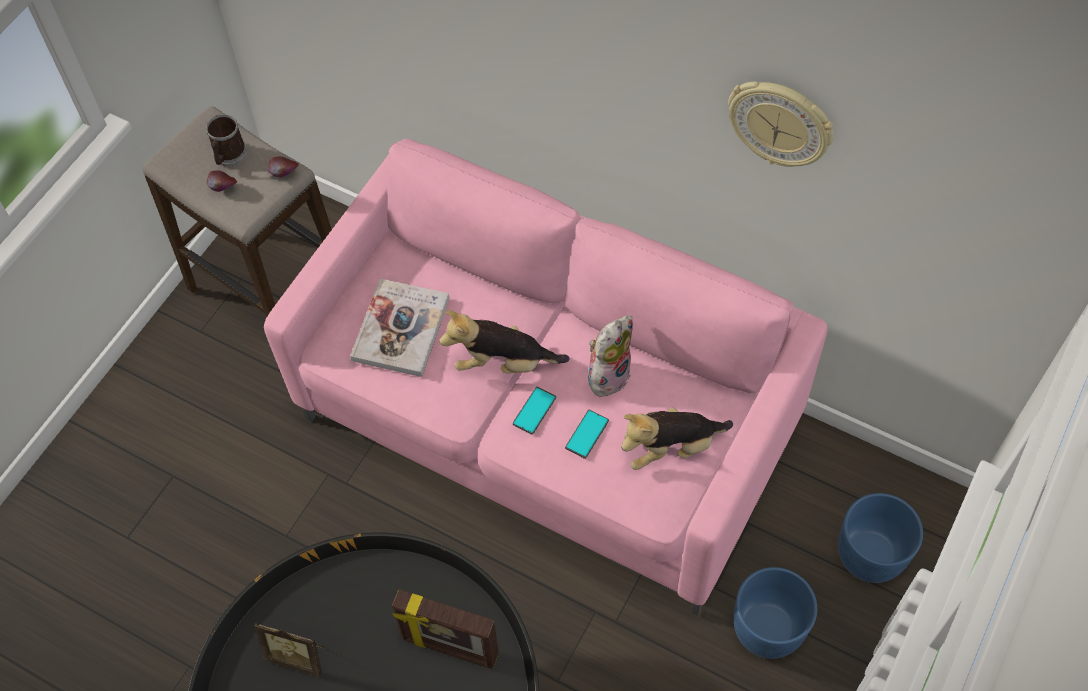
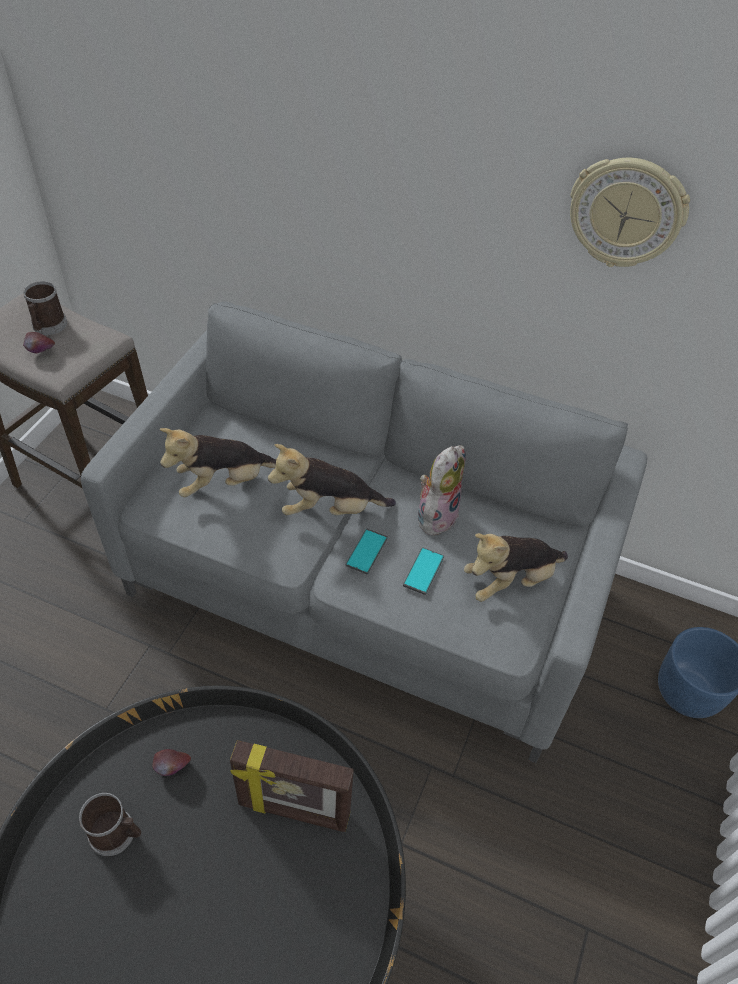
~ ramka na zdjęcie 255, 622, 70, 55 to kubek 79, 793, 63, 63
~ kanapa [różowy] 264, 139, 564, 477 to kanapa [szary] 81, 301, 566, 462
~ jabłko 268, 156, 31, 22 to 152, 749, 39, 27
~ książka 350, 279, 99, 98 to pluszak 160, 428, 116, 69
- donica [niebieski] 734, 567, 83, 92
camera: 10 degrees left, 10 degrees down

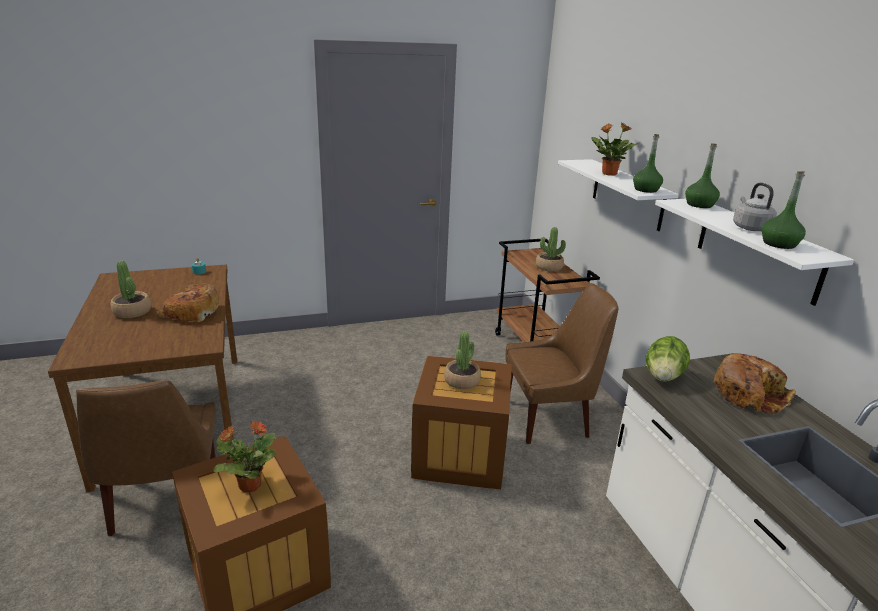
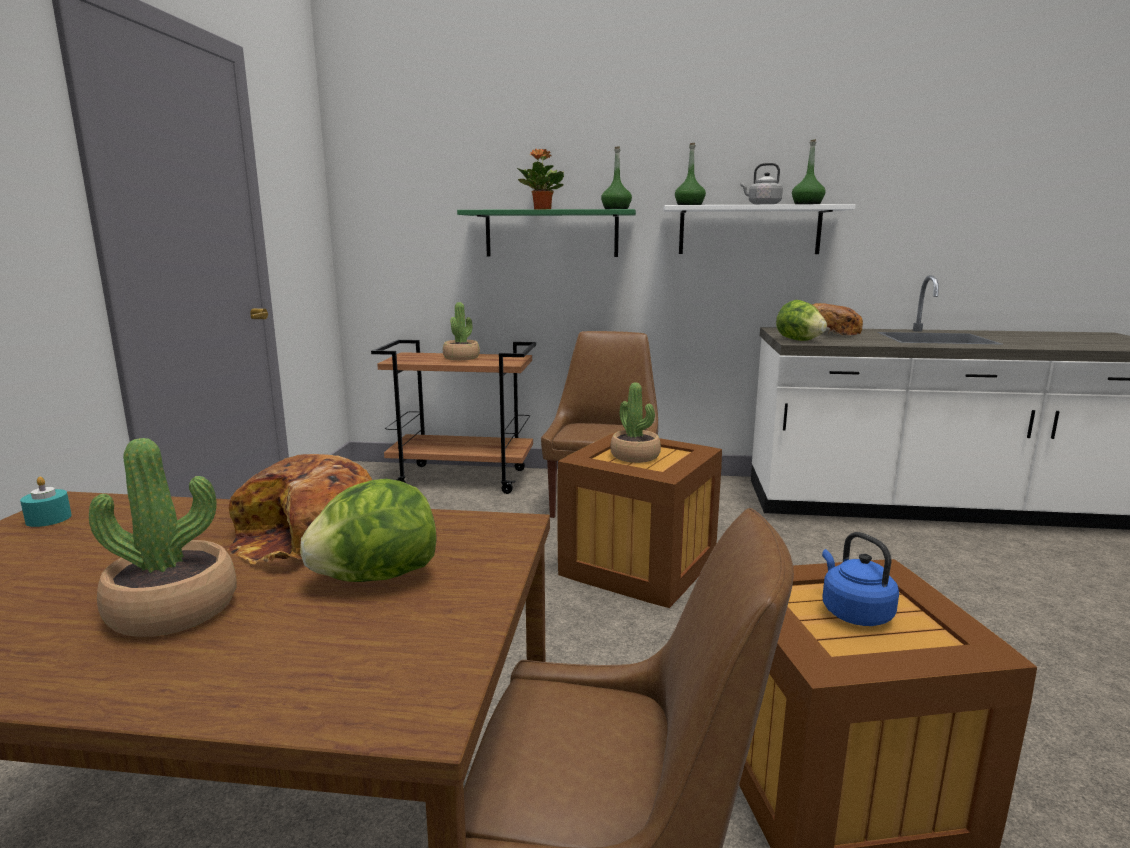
+ sałata 300, 479, 136, 103
~ półka [biały] 558, 159, 121, 72 to półka [zielony] 457, 209, 179, 48
~ roślina doniczkowa 213, 421, 63, 72 to czajnik [niebieski] 822, 532, 77, 94
camera: 65 degrees left, 10 degrees down

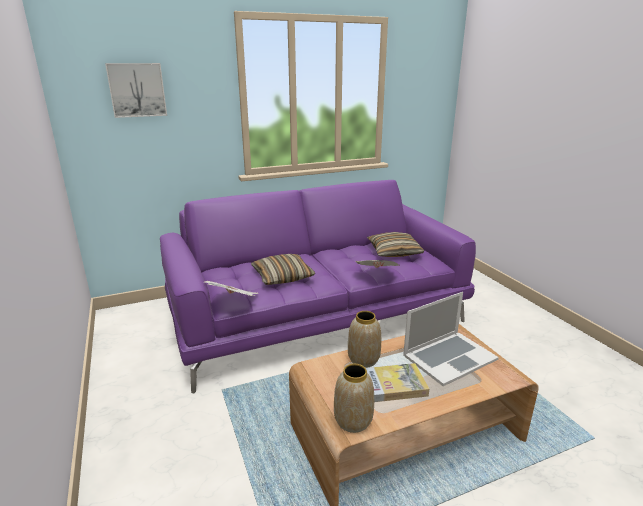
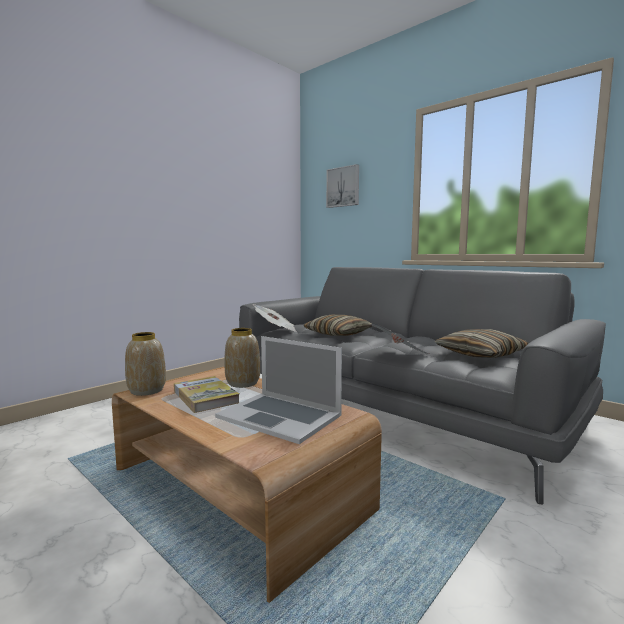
~ kanapa [fioletowy] 160, 180, 316, 213 to kanapa [szary] 239, 267, 367, 237
camera: 65 degrees right, 15 degrees down

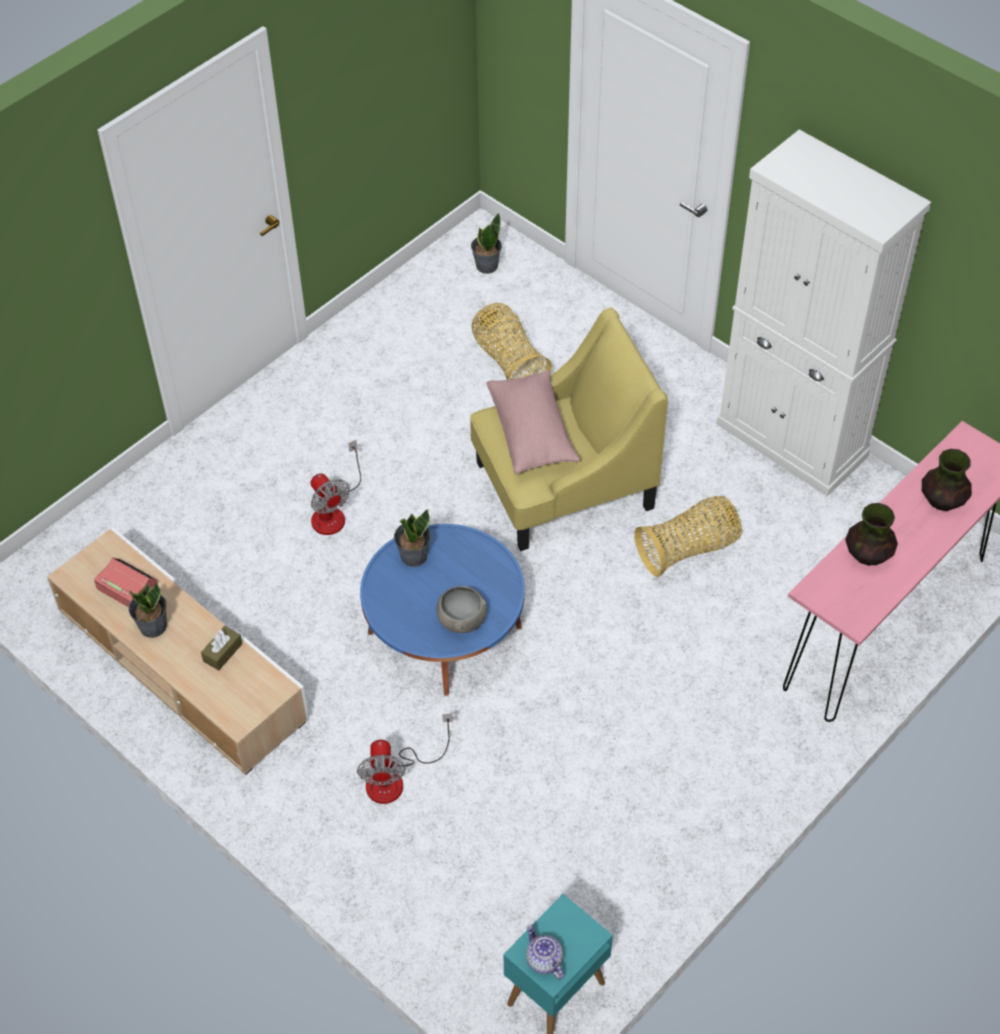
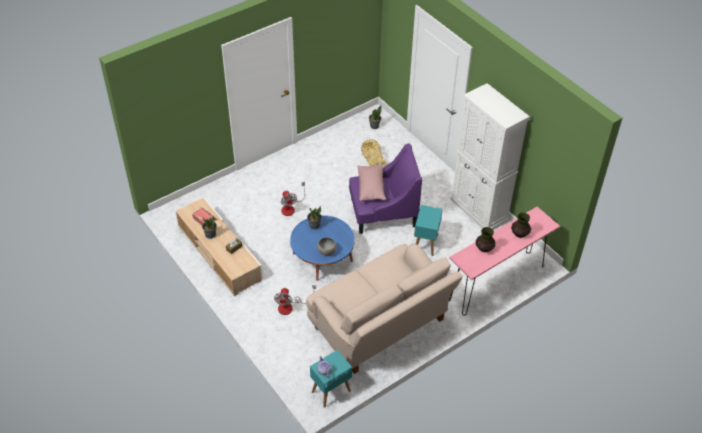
+ kanapa [beżowy] 306, 243, 157, 131
~ fotel [żółty] 470, 308, 198, 243 to fotel [fioletowy] 349, 143, 73, 91
~ koszyk 634, 496, 108, 81 to stolik [turkusowy] 414, 205, 28, 51
camera: 10 degrees right, 5 degrees down

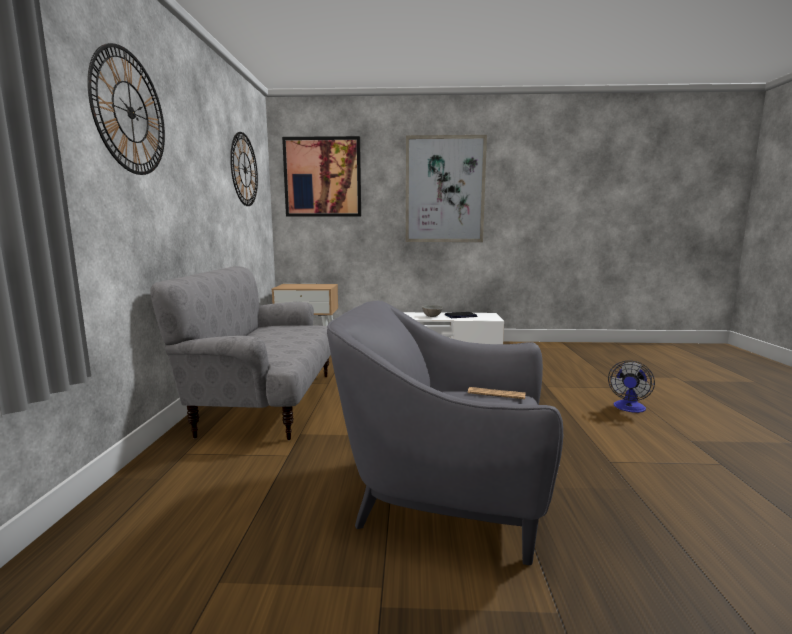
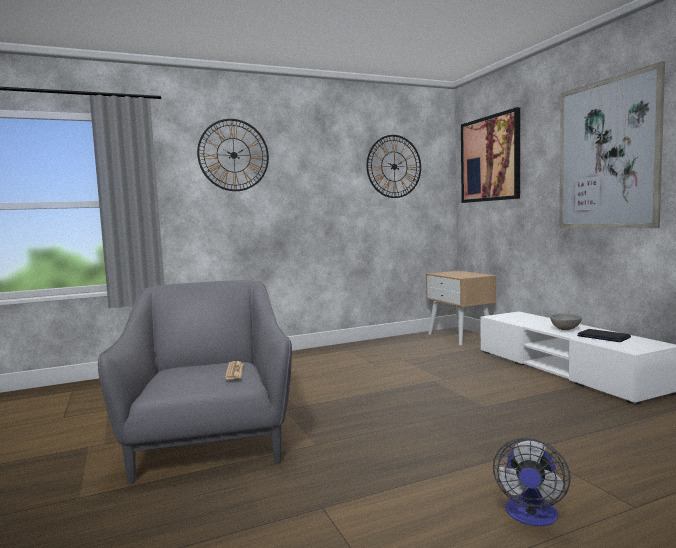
~ wentylator 608, 360, 47, 53 = 493, 438, 78, 89 75 degrees counterclockwise
- kanapa [szary] 150, 266, 181, 174
camera: 65 degrees right, 5 degrees down

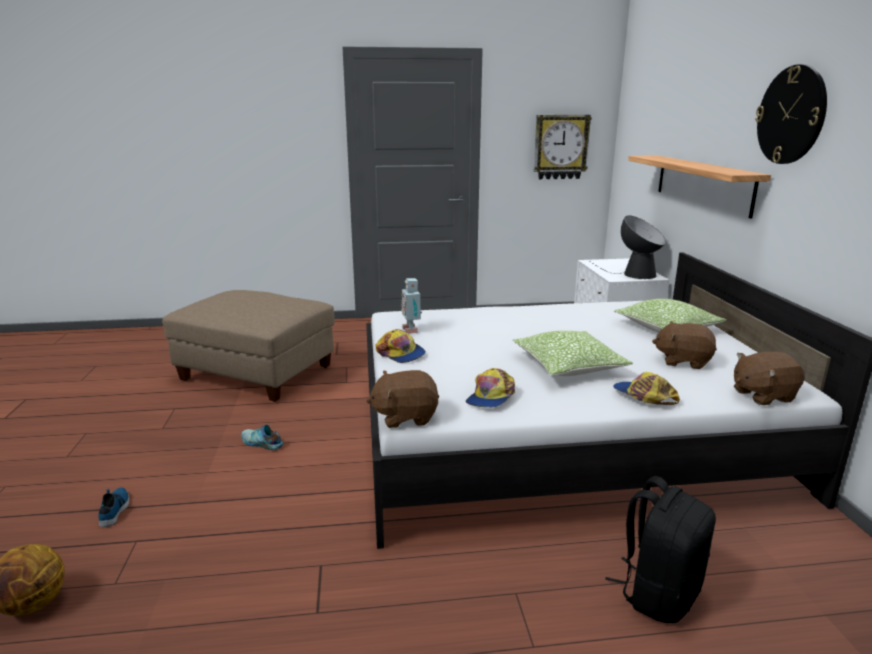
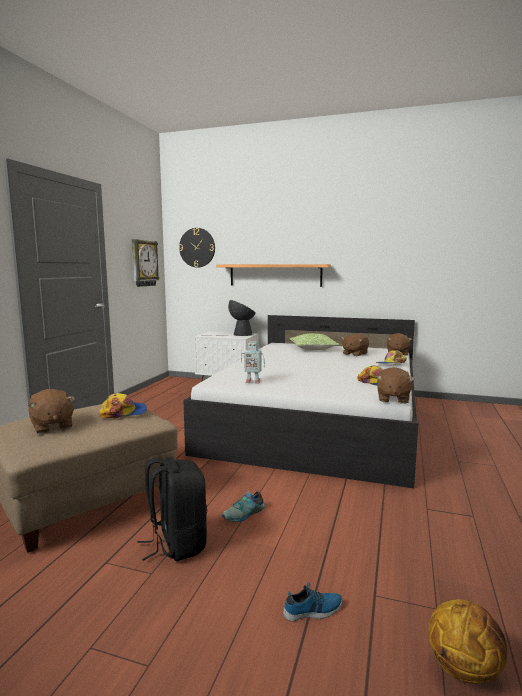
+ pluszak [brązowy] 28, 389, 47, 45
~ czapka z daszkiem 375, 329, 51, 34 to 99, 393, 48, 25
~ plecak [czarny] 605, 476, 111, 147 to 137, 457, 70, 104
~ zegar ścienny 755, 64, 72, 100 to 179, 228, 36, 40
~ but 99, 487, 31, 40 = 283, 582, 59, 39 150 degrees clockwise
- poduszka 513, 331, 120, 45
camera: 65 degrees left, 10 degrees down

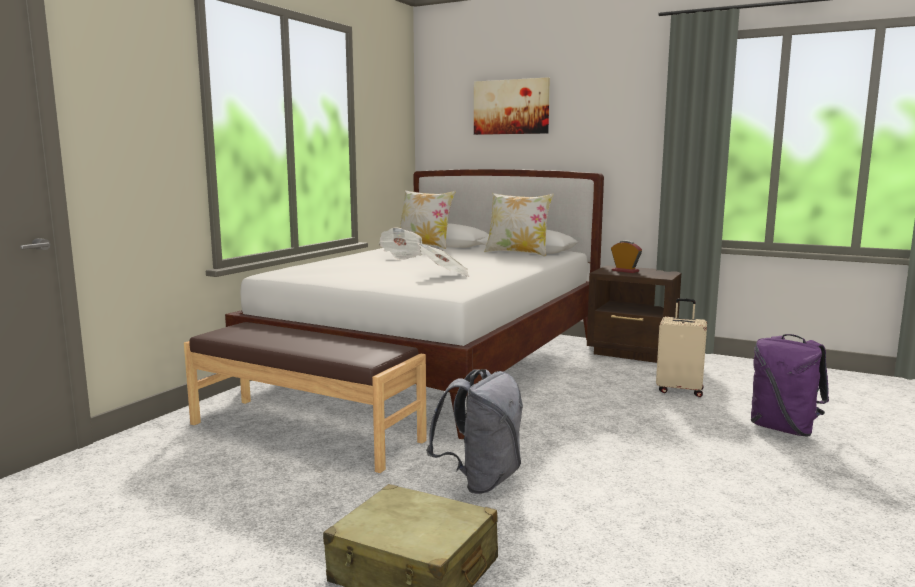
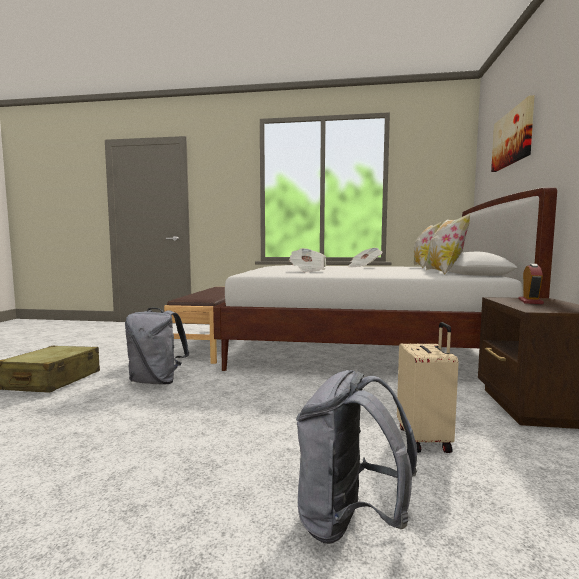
~ plecak [fioletowy] 751, 334, 78, 103 to plecak [szary] 296, 370, 121, 174
camera: 70 degrees right, 5 degrees down

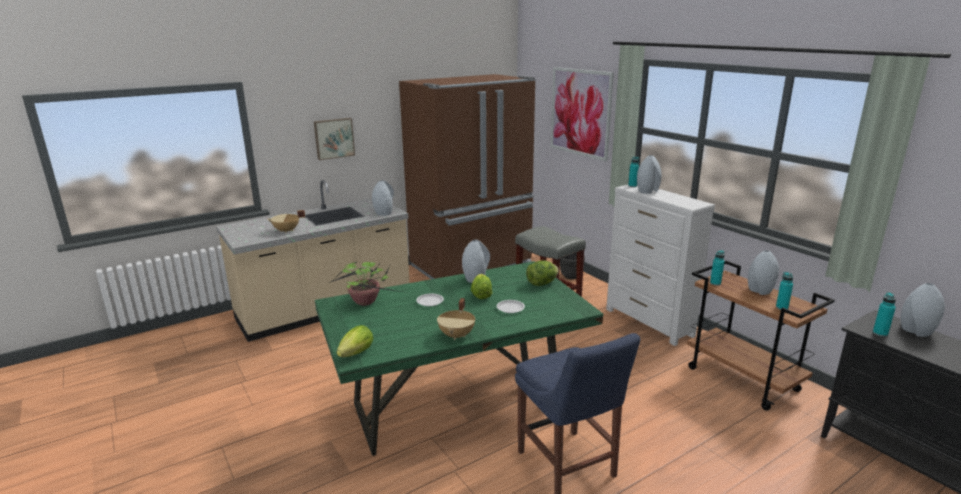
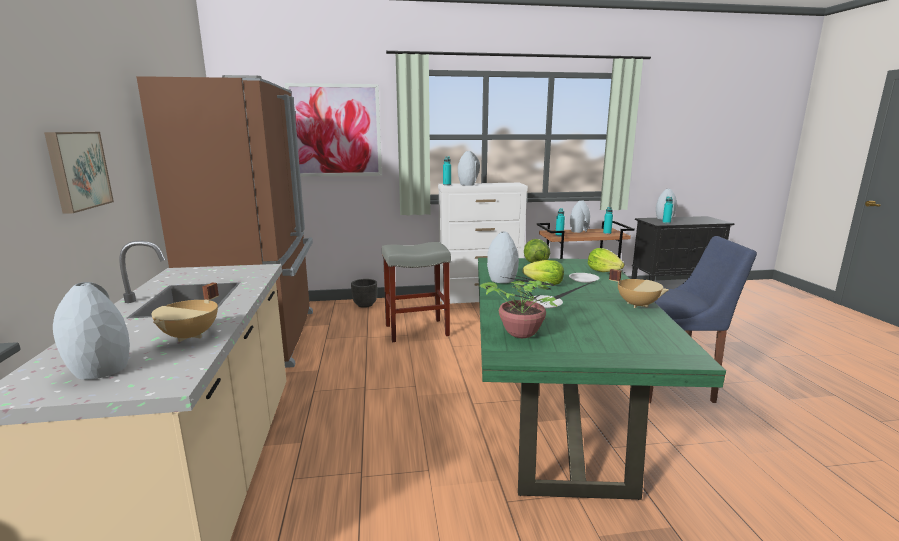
~ wazon [szary] 372, 180, 22, 36 to 53, 282, 77, 98
~ sałata 337, 325, 36, 32 to 588, 248, 36, 24
camera: 65 degrees left, 5 degrees down

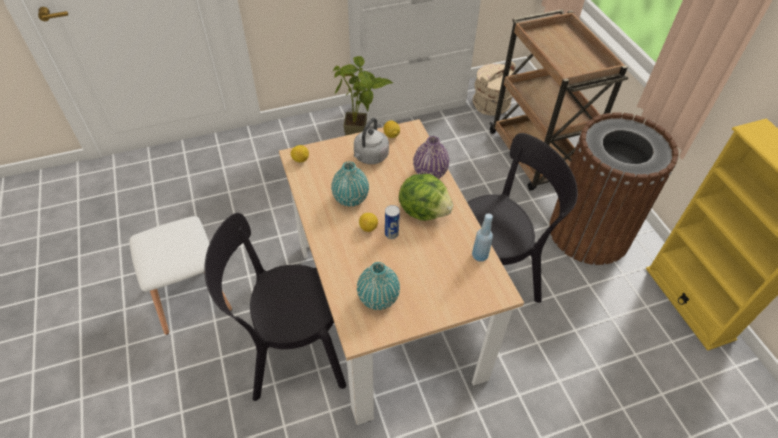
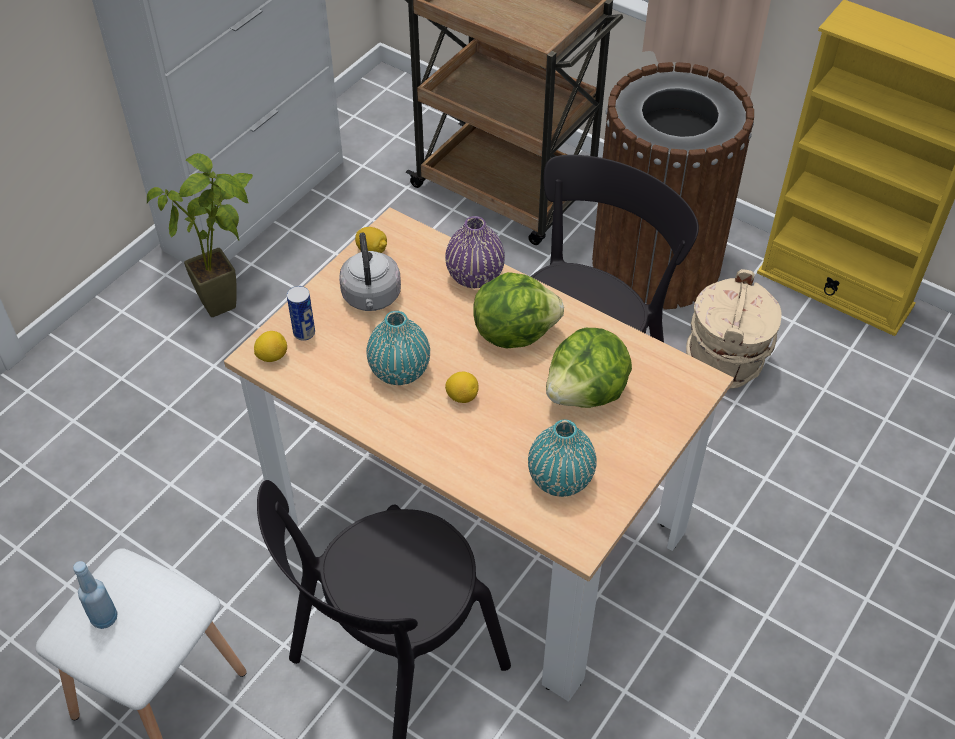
~ butelka [niebieski] 472, 213, 21, 49 to 73, 561, 45, 68
~ puszka 385, 205, 15, 34 to 287, 286, 28, 55
+ sałata 546, 328, 86, 80
~ wiadro [beżowy] 473, 61, 44, 55 to 686, 269, 95, 119
camera: 35 degrees left, 0 degrees up

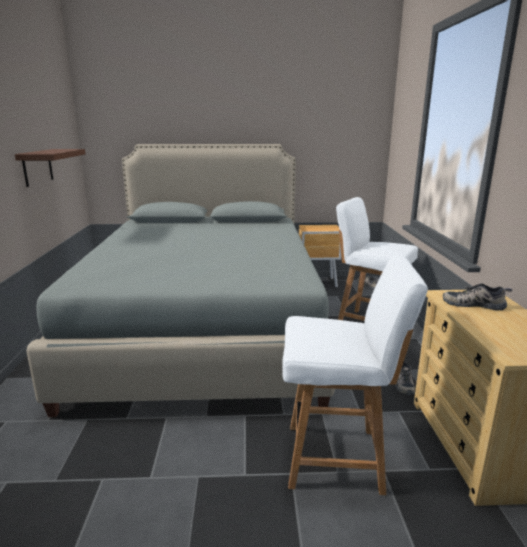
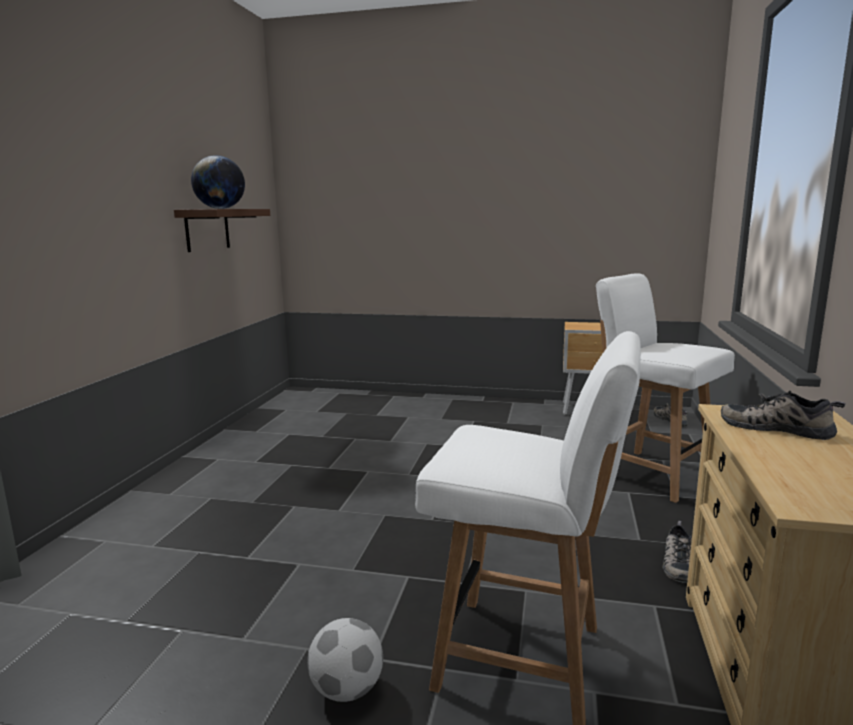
+ globus 191, 155, 54, 54
+ piłka futbolowa 307, 618, 76, 84
- łóżko [szary] 27, 144, 308, 273
camera: 15 degrees right, 5 degrees down

